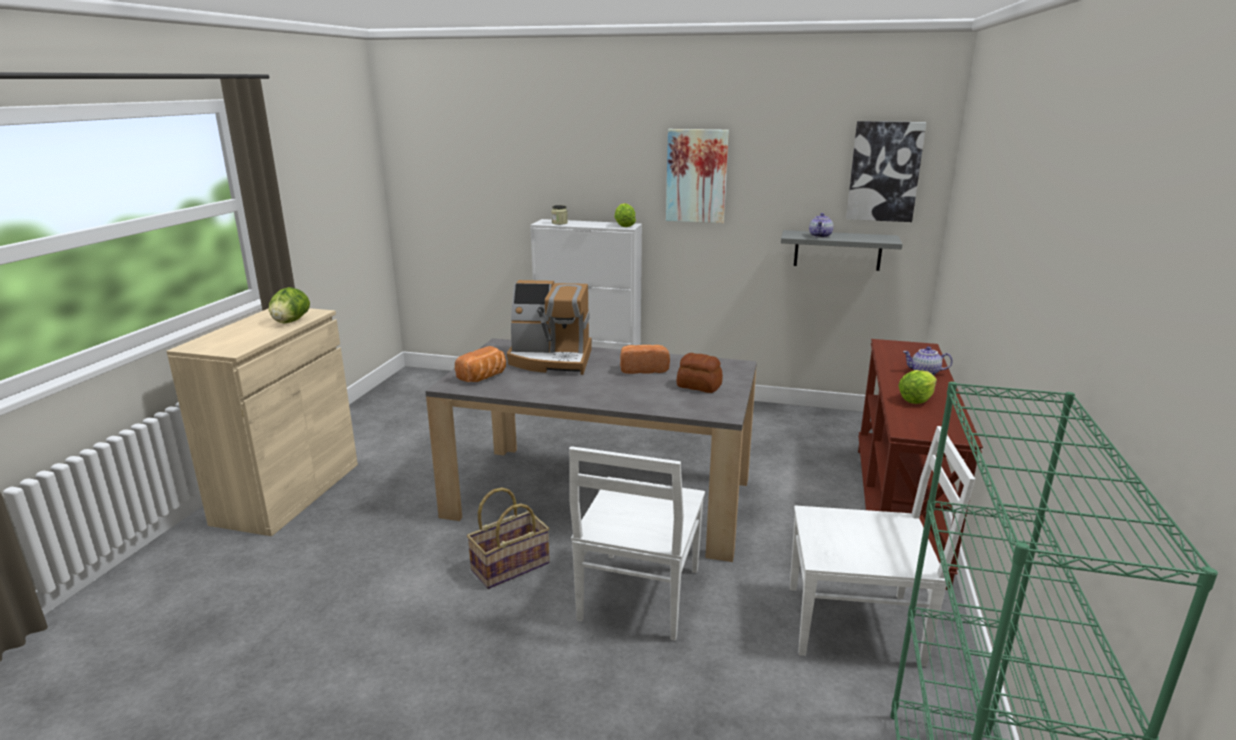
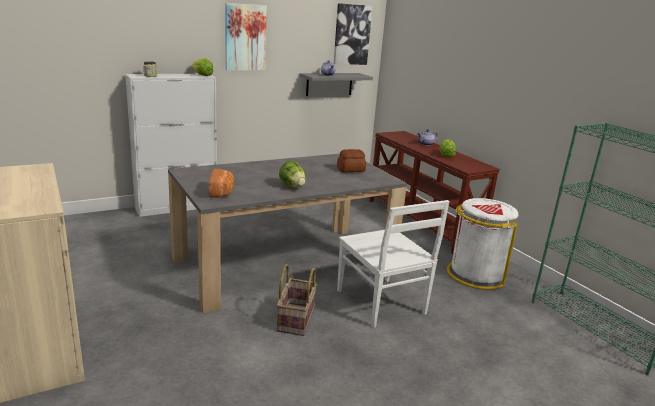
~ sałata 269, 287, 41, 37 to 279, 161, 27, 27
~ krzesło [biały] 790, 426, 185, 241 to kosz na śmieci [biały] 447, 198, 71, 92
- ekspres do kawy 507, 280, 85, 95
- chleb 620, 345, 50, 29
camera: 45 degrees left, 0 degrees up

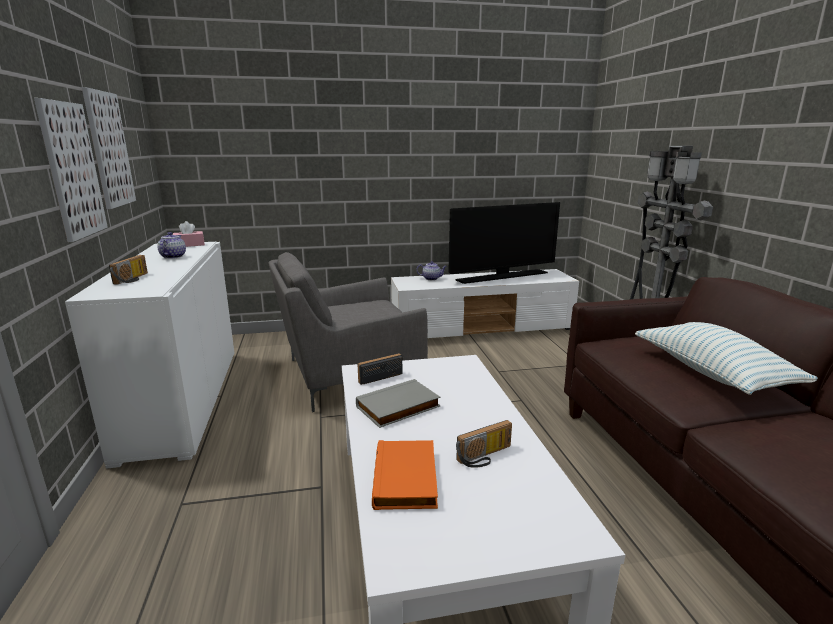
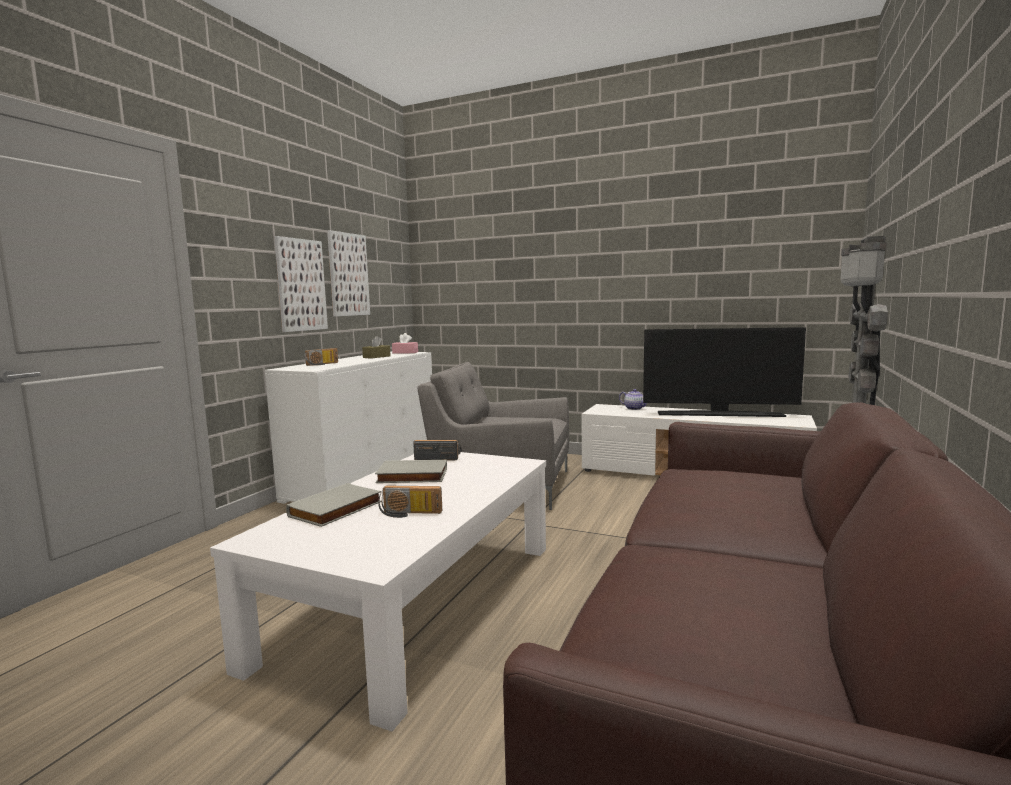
~ książka [pomarańczowy] 372, 440, 66, 70 to książka [szary] 286, 483, 96, 44
~ imbryk 157, 232, 29, 27 to pudełko chusteczek [brązowy] 362, 336, 29, 23
- poduszka 635, 322, 183, 73
camera: 35 degrees right, 10 degrees down

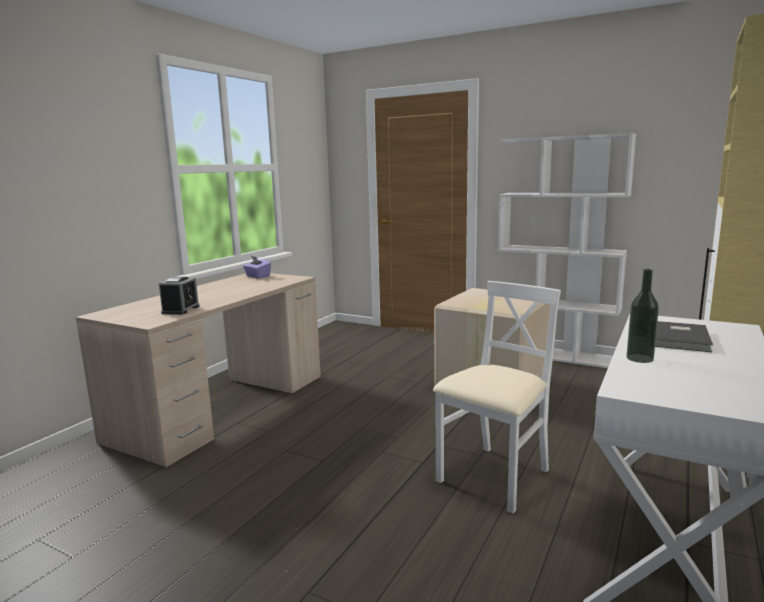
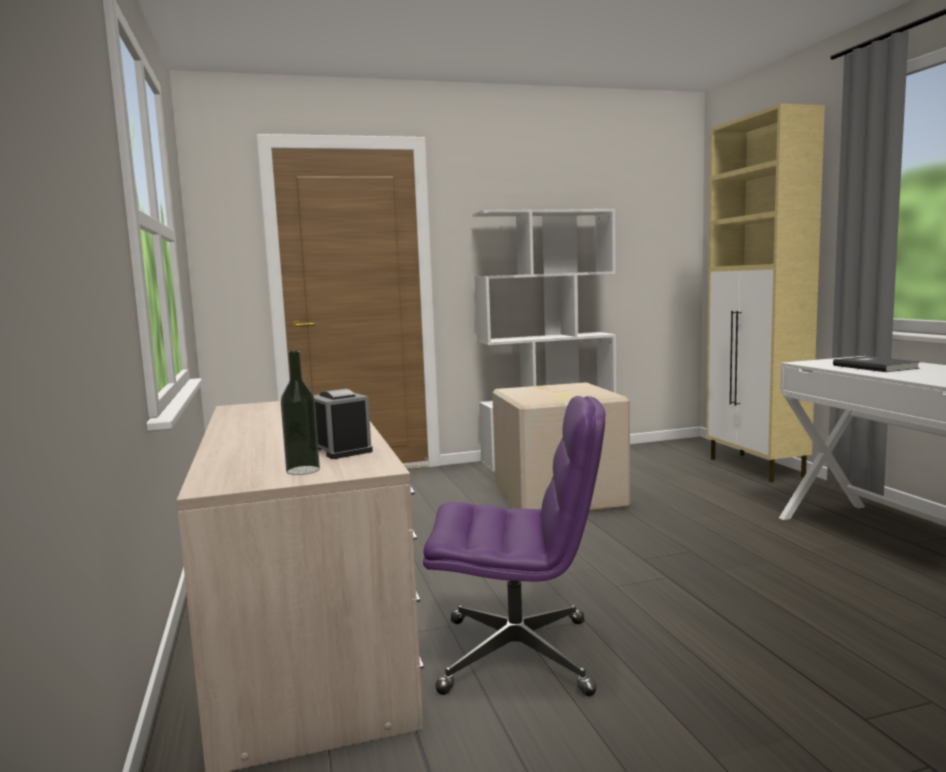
~ butelka 627, 269, 32, 94 to 281, 351, 39, 124
+ krzesło biurowe [fioletowy] 423, 396, 182, 300
- pudełko chusteczek [fioletowy] 243, 256, 28, 22
- krzesło [biały] 433, 281, 128, 233
camera: 45 degrees left, 5 degrees down

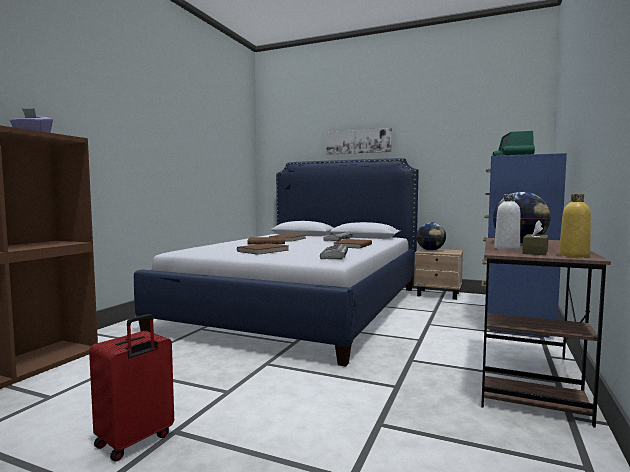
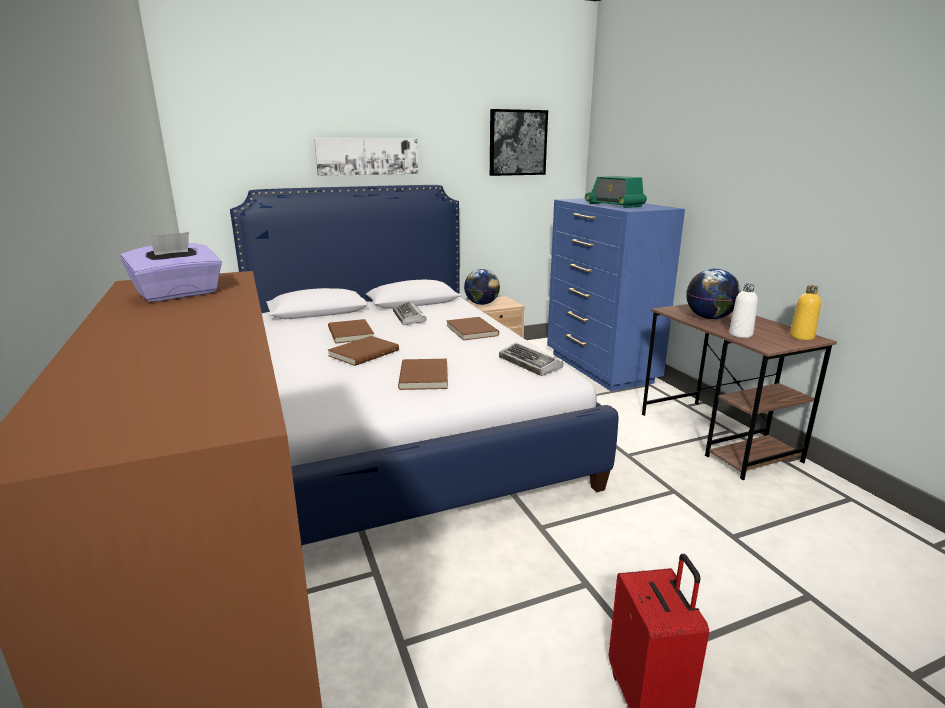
+ obraz 490, 109, 58, 67
- pudełko chusteczek [brązowy] 522, 220, 27, 35
camera: 45 degrees left, 15 degrees up

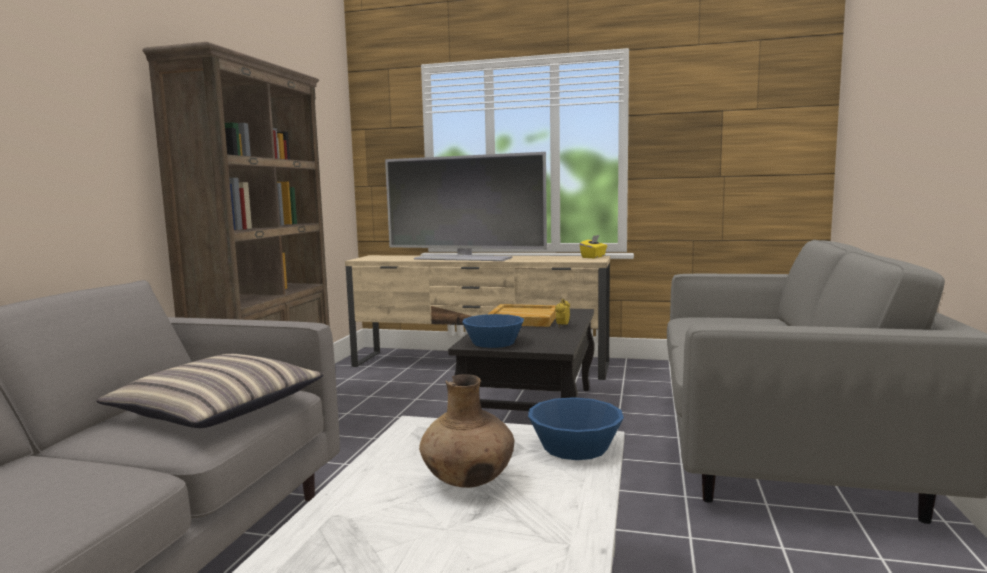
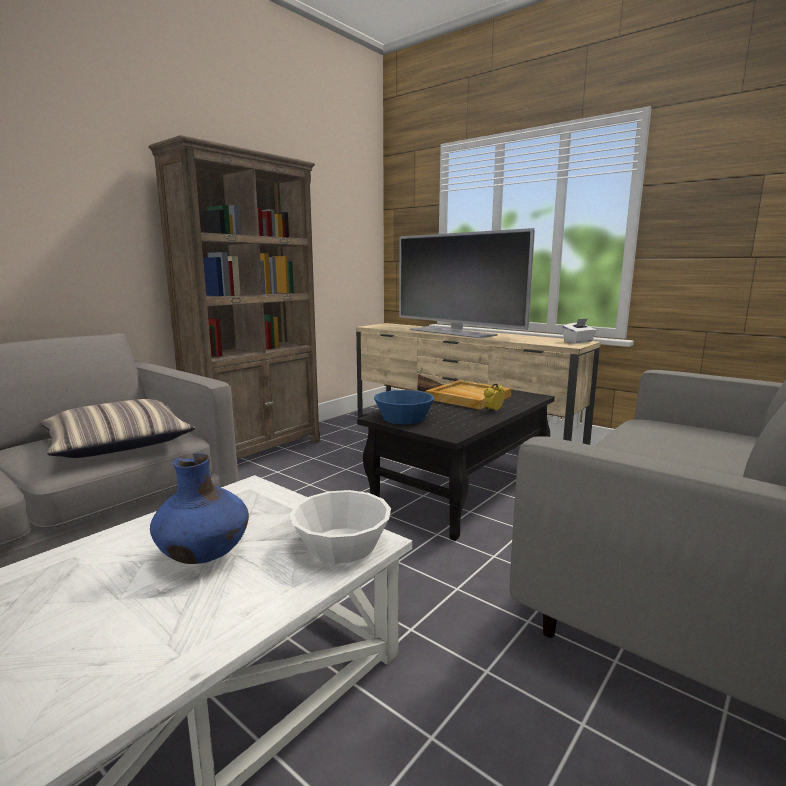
~ wazon [brązowy] 419, 374, 95, 114 to wazon [niebieski] 150, 453, 99, 111
~ miska [niebieski] 528, 397, 96, 63 to miska [biały] 290, 490, 101, 74
~ pudełko chusteczek [żółty] 579, 235, 28, 23 to pudełko chusteczek [biały] 562, 318, 35, 25
camera: 25 degrees right, 5 degrees up

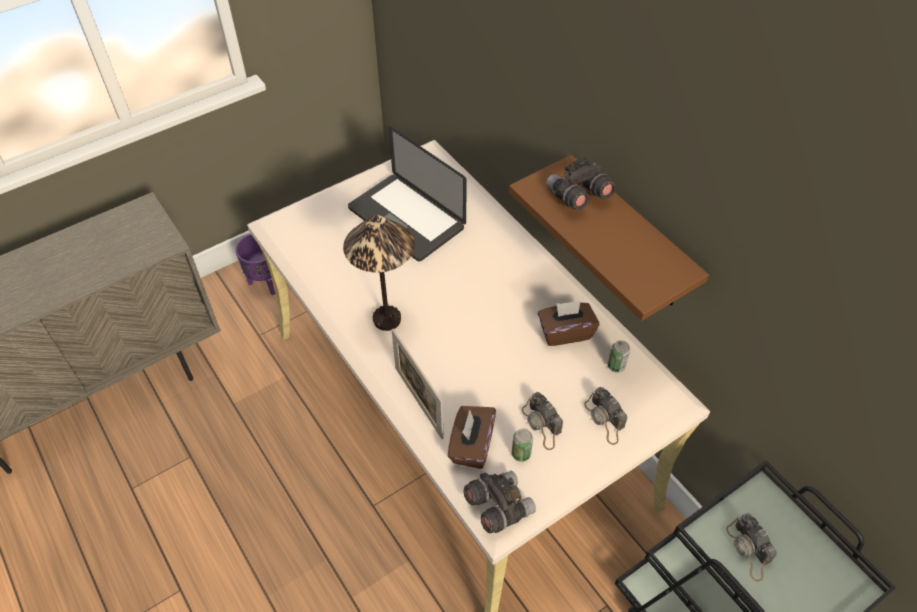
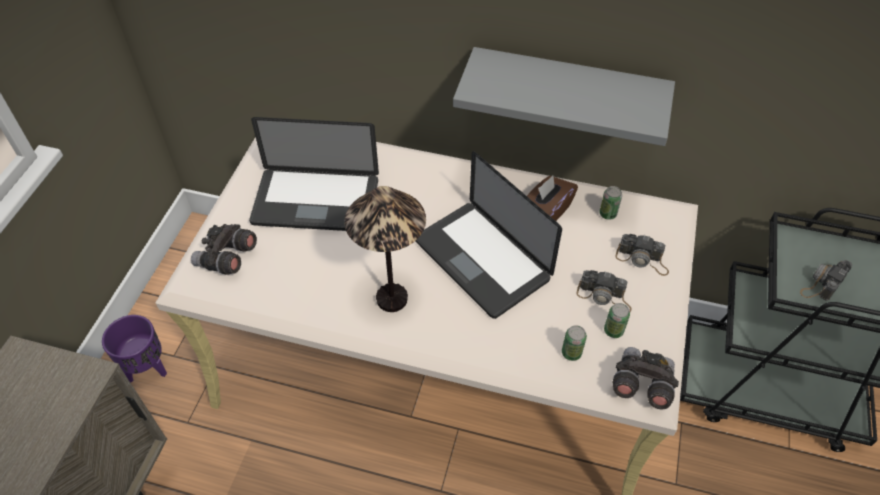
~ lornetka [szary] 546, 157, 70, 53 to 191, 224, 66, 51
+ laptop 416, 151, 146, 168
~ półka [brązowy] 509, 155, 200, 166 to półka [szary] 453, 47, 222, 99
~ pudełko chusteczek [brązowy] 448, 406, 48, 63 to puszka 562, 325, 25, 36
~ aparat fotograficzny 726, 513, 51, 69 = 800, 260, 52, 41 105 degrees clockwise
- ramka na zdjęcie 391, 328, 53, 112
camera: 40 degrees left, 0 degrees up

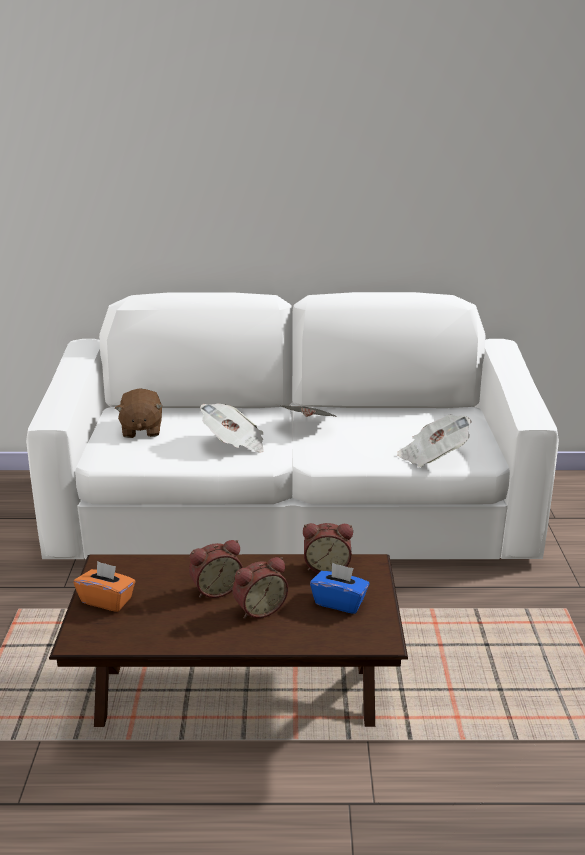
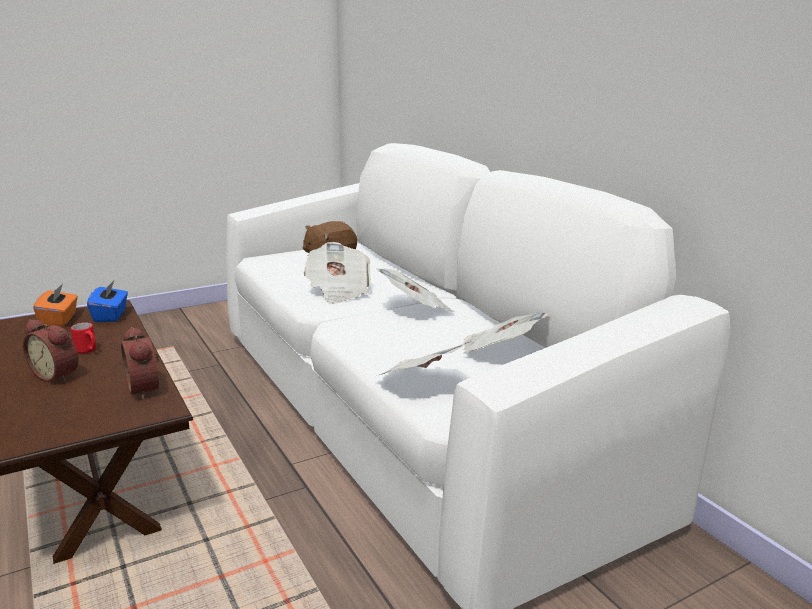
~ budzik 189, 540, 54, 58 to kubek [czerwony] 71, 323, 25, 30
~ pudełko chusteczek [niebieski] 310, 562, 60, 52 to 87, 281, 41, 41
+ gazeta 463, 313, 86, 41
camera: 60 degrees right, 5 degrees down

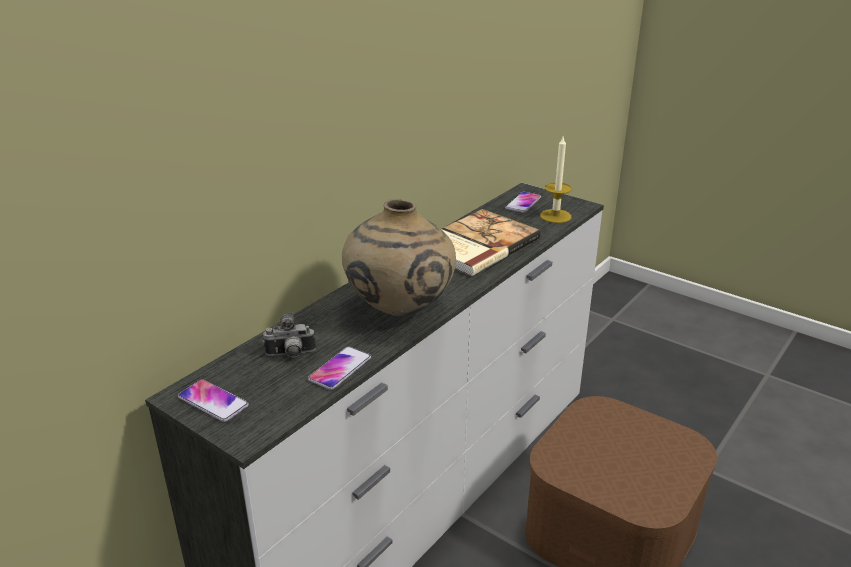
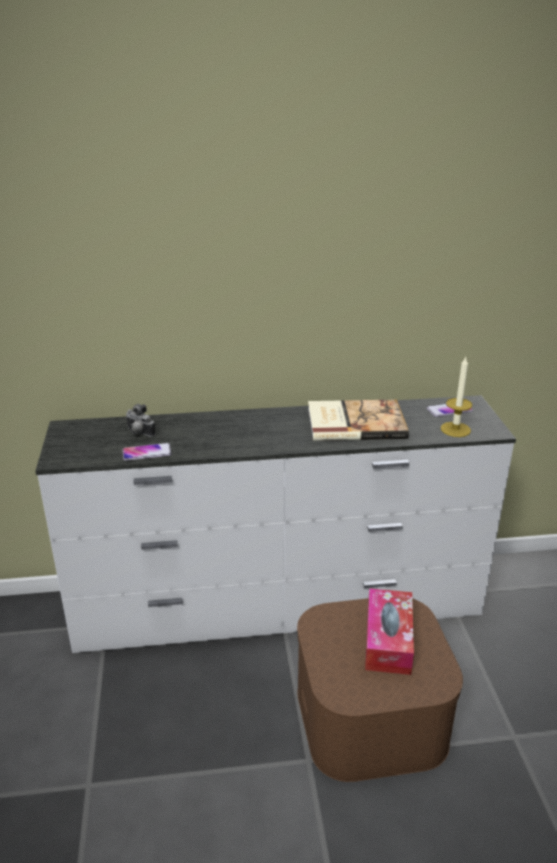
+ pudełko chusteczek 365, 588, 49, 87
- telefon 178, 379, 71, 43
- wazon [beżowy] 342, 199, 114, 117
camera: 45 degrees right, 0 degrees up

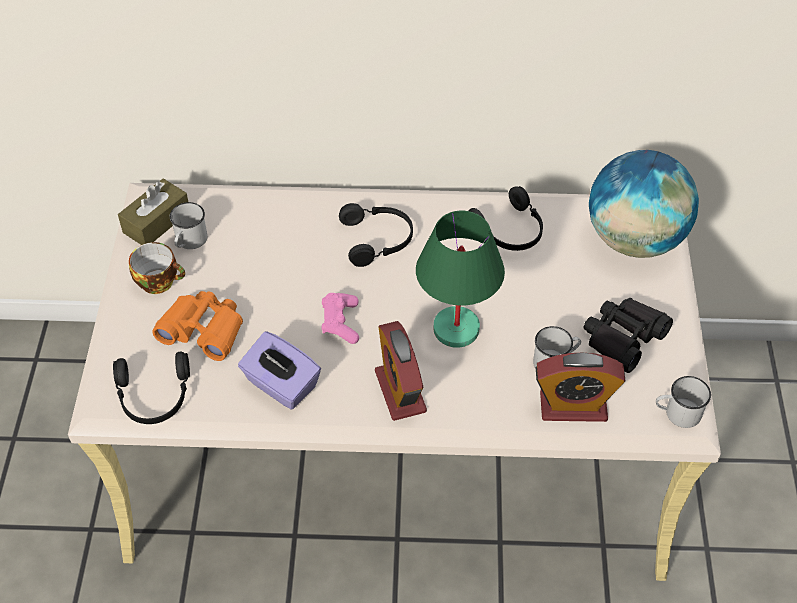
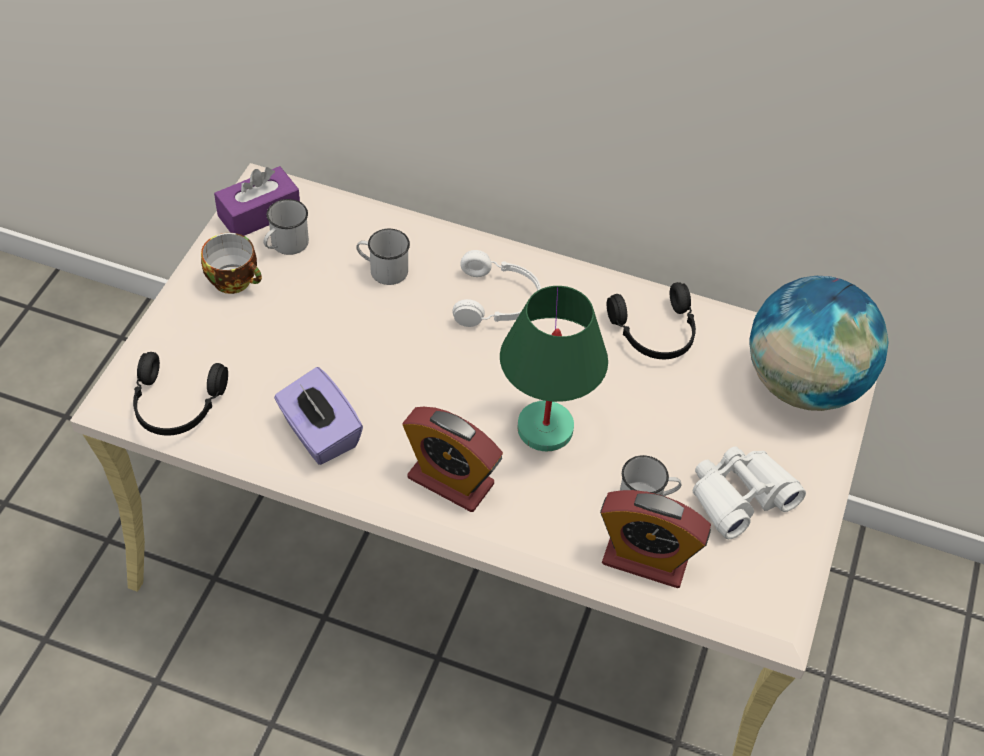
~ pudełko chusteczek [brązowy] 118, 178, 70, 67 to pudełko chusteczek [fioletowy] 214, 166, 86, 70
~ kubek [biały] 656, 376, 55, 52 to 356, 229, 54, 56
~ budzik 375, 321, 52, 100 = 402, 407, 101, 105 60 degrees counterclockwise
~ słuchawki [czarny] 339, 203, 74, 64 to słuchawki [biały] 453, 250, 88, 77
~ lornetka [czarny] 584, 298, 89, 75 to lornetka [biały] 693, 446, 113, 93
- lornetka [pomarańczowy] 152, 291, 91, 70
- pad do gier [różowy] 321, 293, 38, 51
camera: 15 degrees right, 0 degrees up

